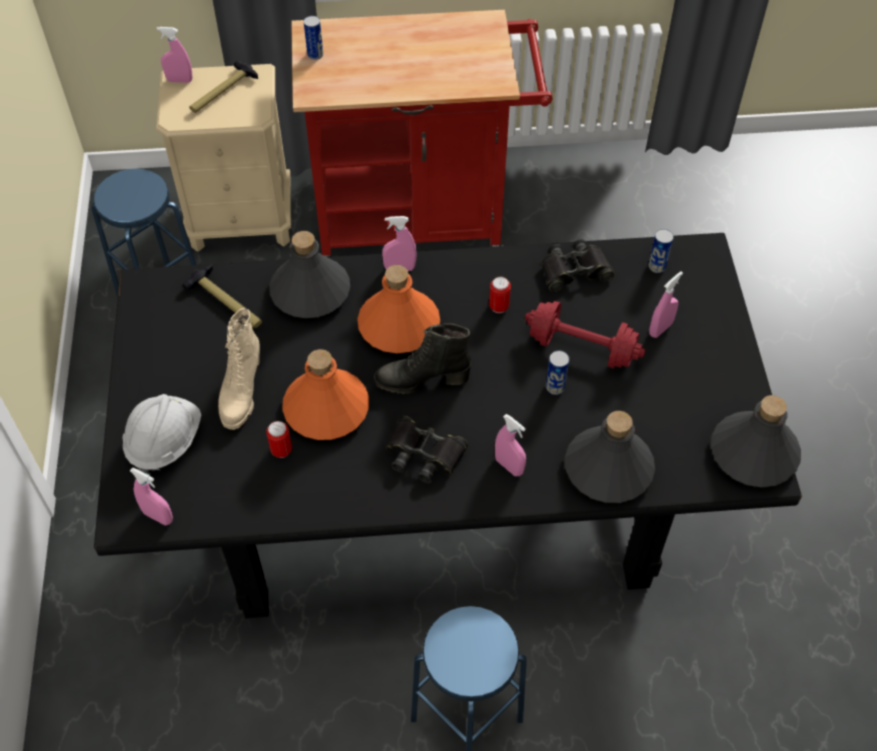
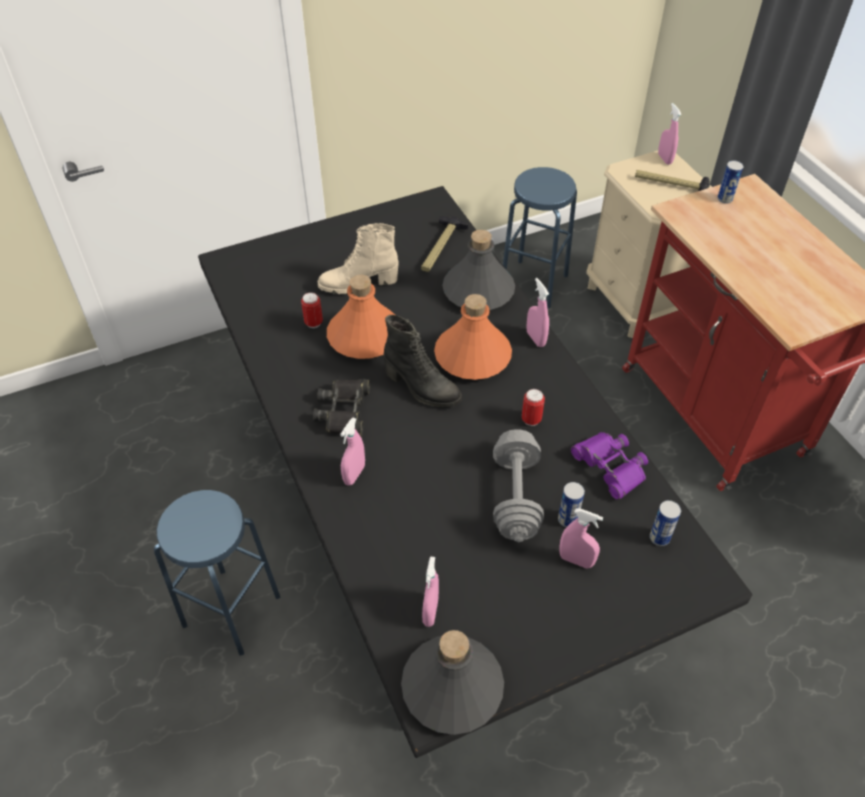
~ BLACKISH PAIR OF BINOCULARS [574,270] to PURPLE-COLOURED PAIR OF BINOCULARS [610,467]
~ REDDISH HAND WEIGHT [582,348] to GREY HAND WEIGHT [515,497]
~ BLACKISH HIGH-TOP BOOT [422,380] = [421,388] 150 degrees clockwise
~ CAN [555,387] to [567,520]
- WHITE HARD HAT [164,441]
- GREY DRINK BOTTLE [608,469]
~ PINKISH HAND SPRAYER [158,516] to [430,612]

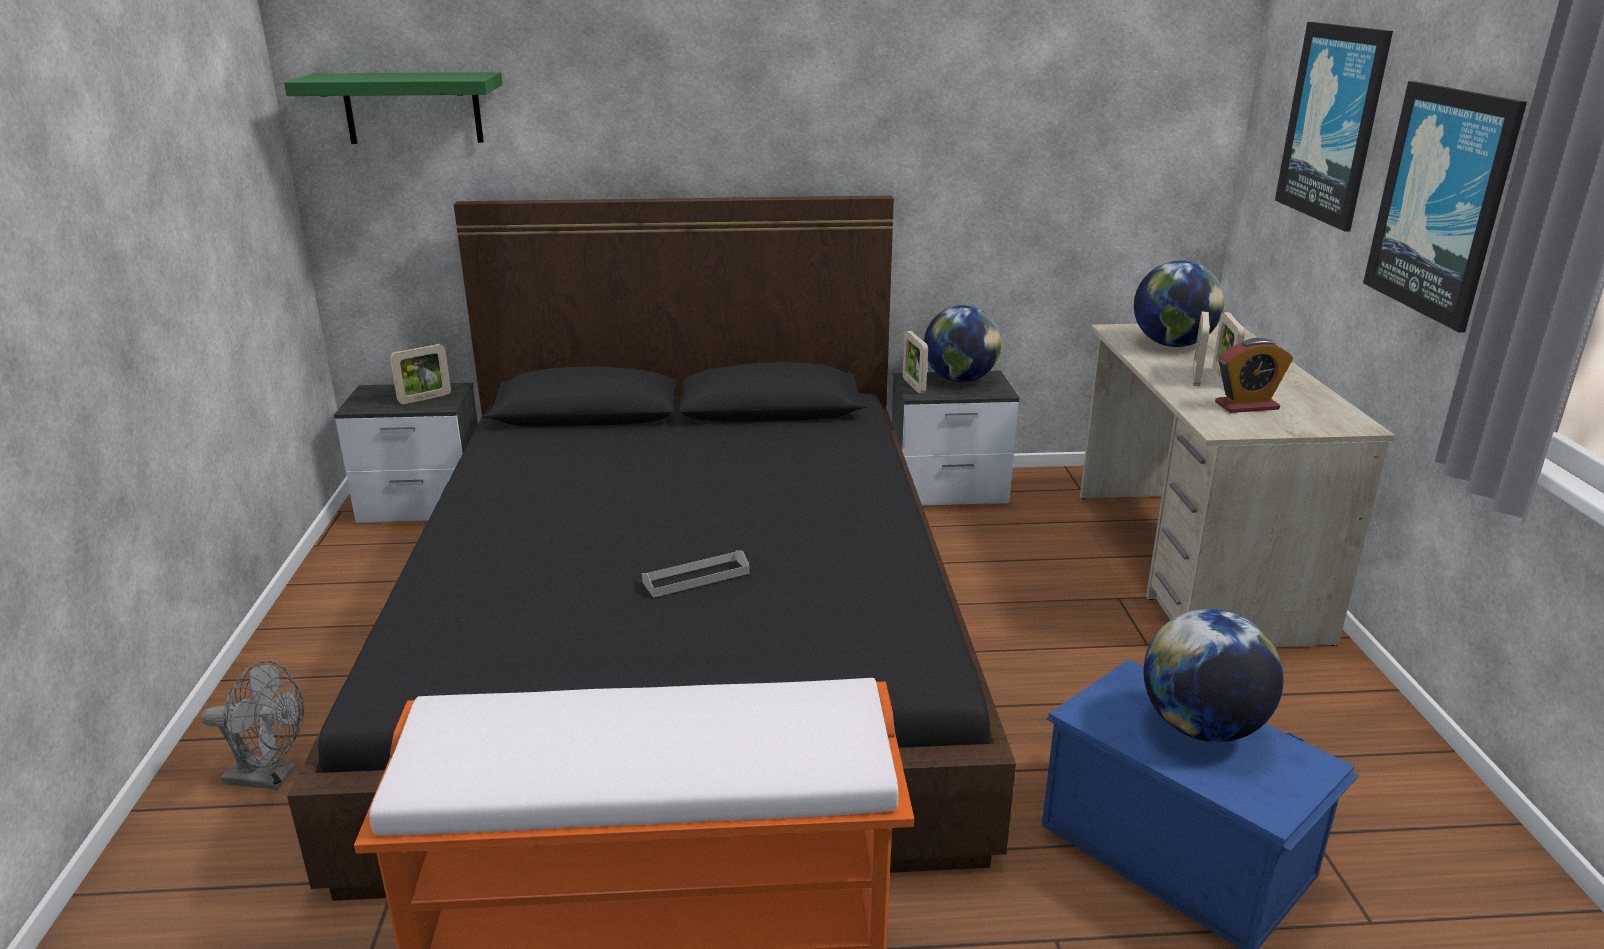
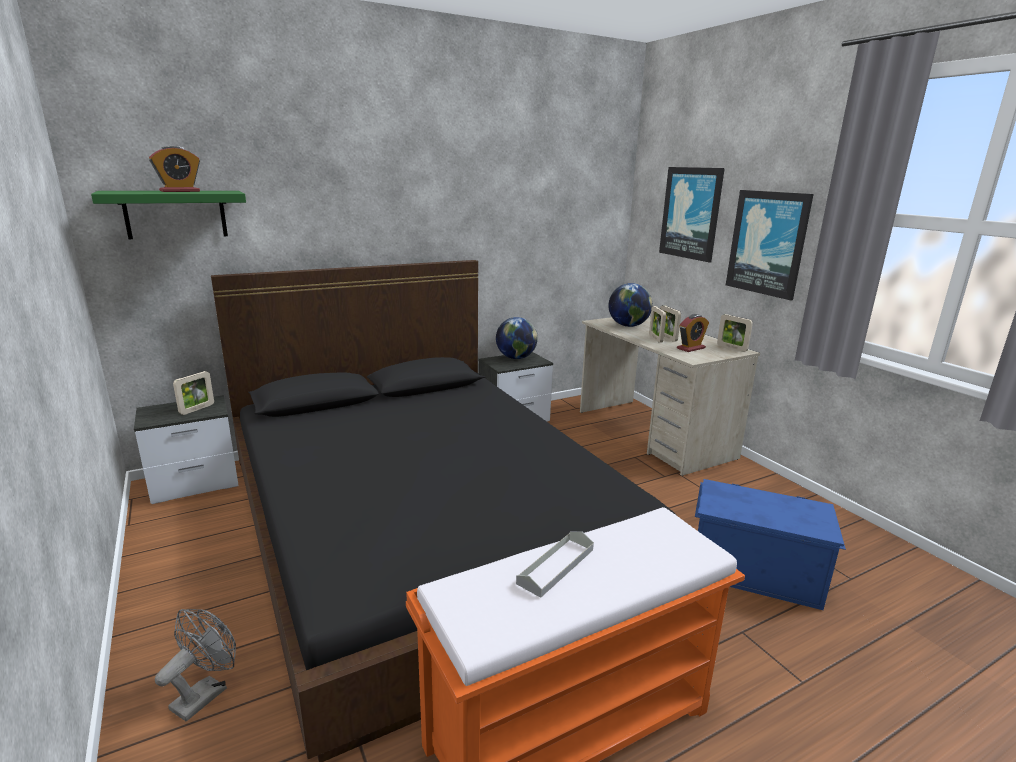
~ STANDING FRAME [913,386] to [732,348]
~ GREY CARRYING TRAY [696,577] to [556,566]
- WORLD GLOBE [1201,727]
~ GREY FAN [270,777] = [206,693] 45 degrees counterclockwise
+ TABLE CLOCK [180,191]

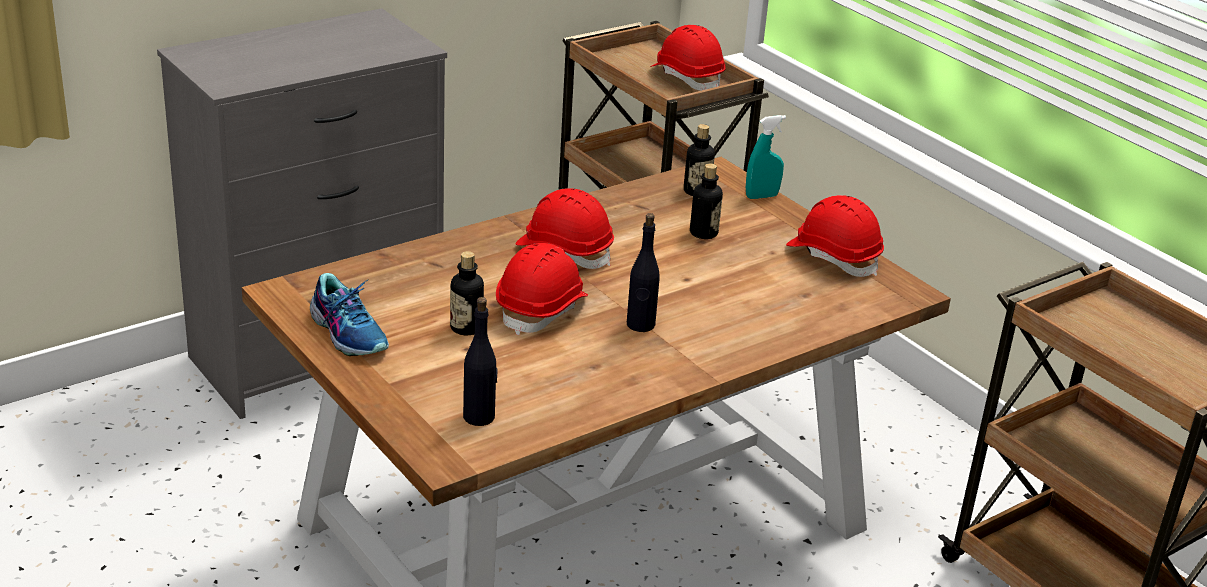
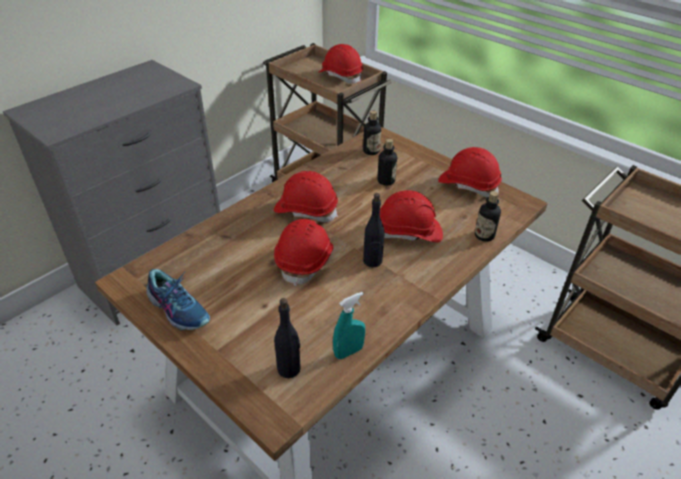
~ BLUE-GREEN HAND SPRAYER [762,196] to [348,352]
~ DRINK BOTTLE [466,328] to [484,235]
+ REDDISH HARD HAT [409,232]

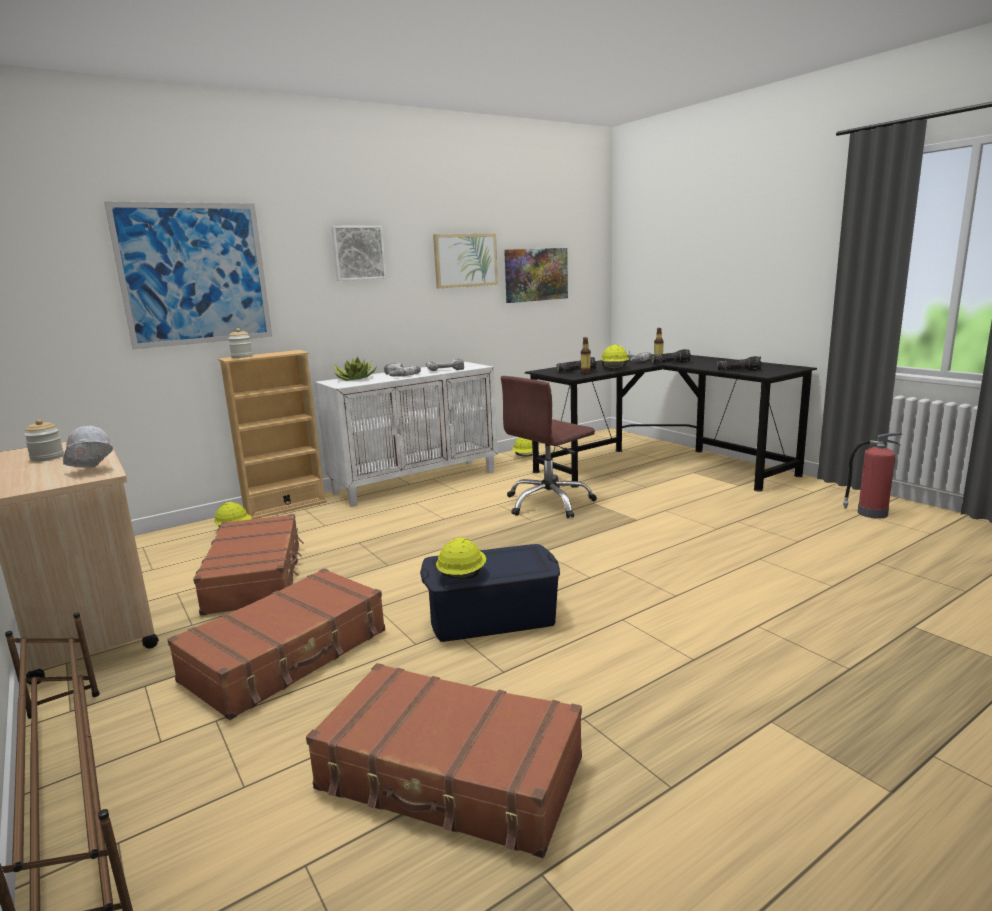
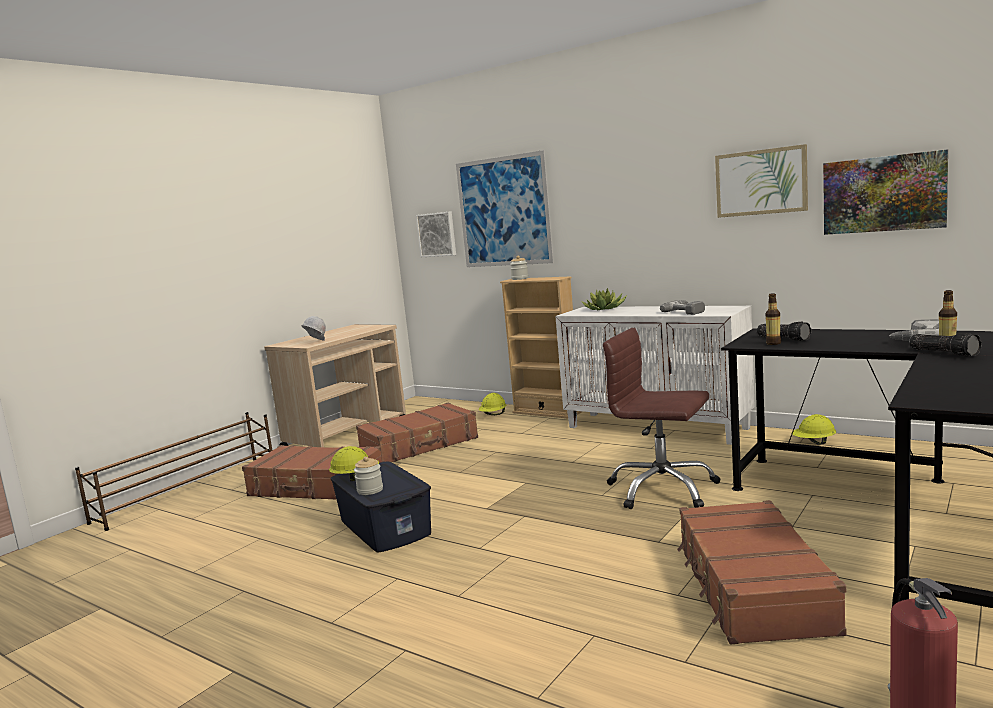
~ WALL ART [358,253] to [437,234]
- YELLOWISH HARD HAT [614,368]
- TORCH [739,370]
- POWER DRILL [396,375]
~ STORAGE JAR [47,458] to [370,490]
~ BROWN-COLOURED SUITCASE [450,776] to [751,588]

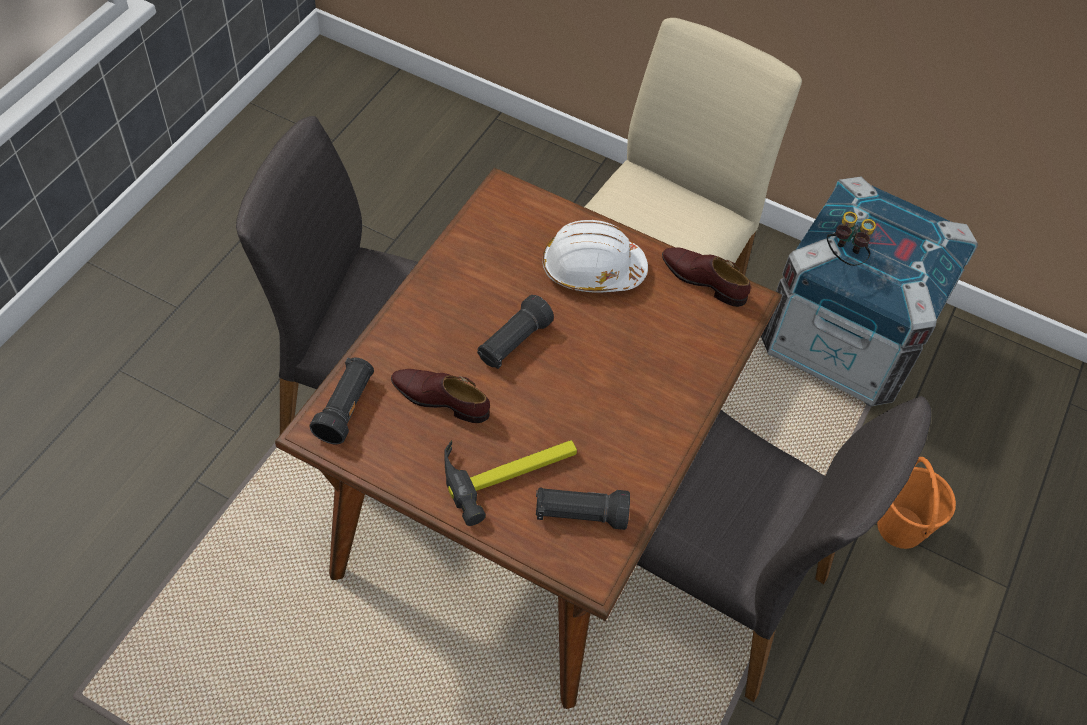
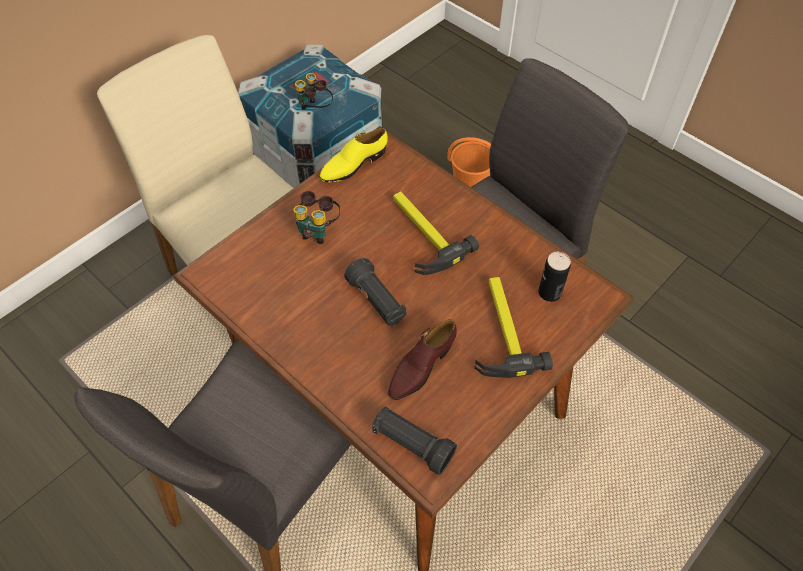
~ WHITE HARD HAT [592,269] to PAIR OF BINOCULARS [318,230]
~ BROWN-COLOURED SHOE [703,280] to YELLOWISH SHOE [353,164]
~ BLACKISH TORCH [580,514] to CAN [549,293]
+ TOOL HAMMER [421,234]

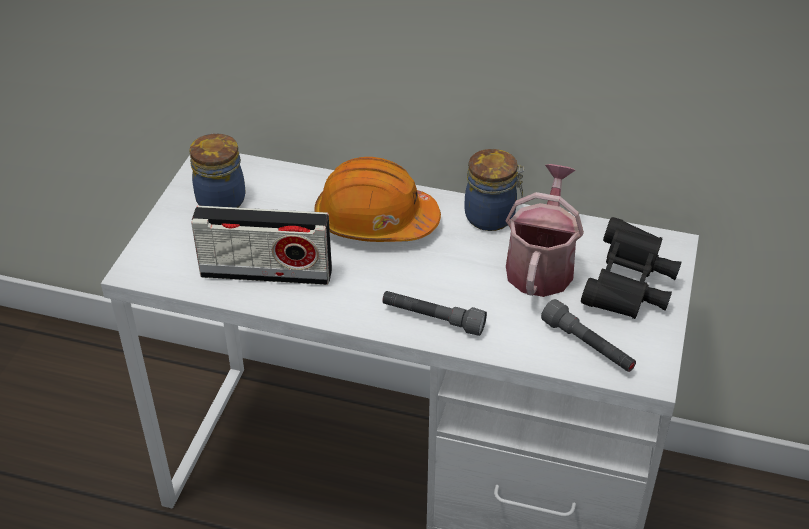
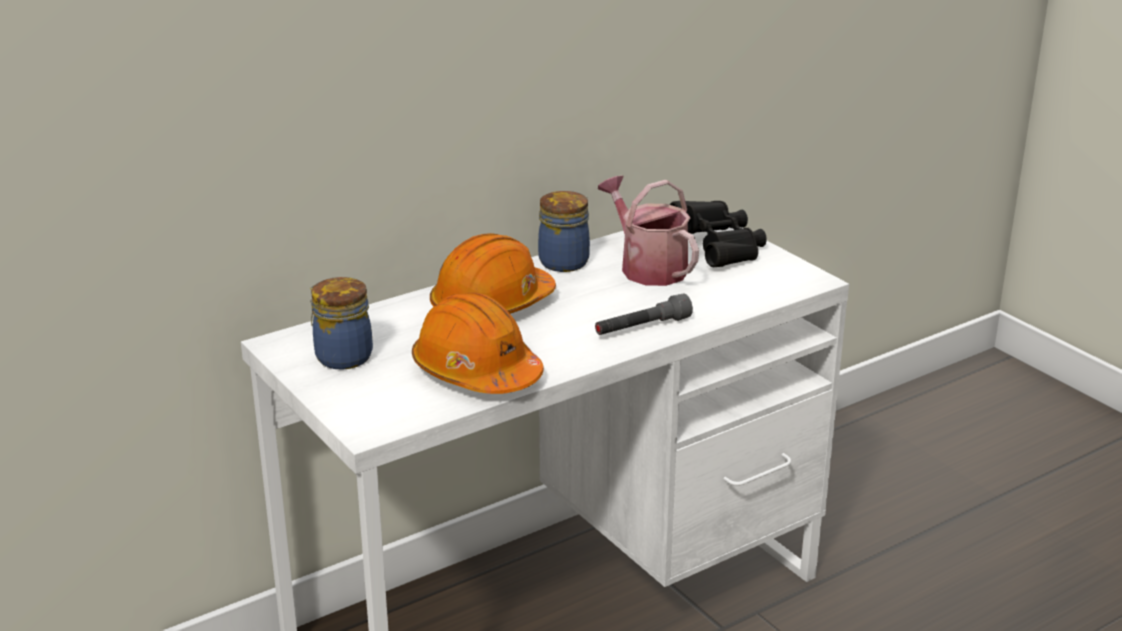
~ RADIO RECEIVER [266,273] to ORANGE-COLOURED HARD HAT [476,372]
- GREY TORCH [588,346]

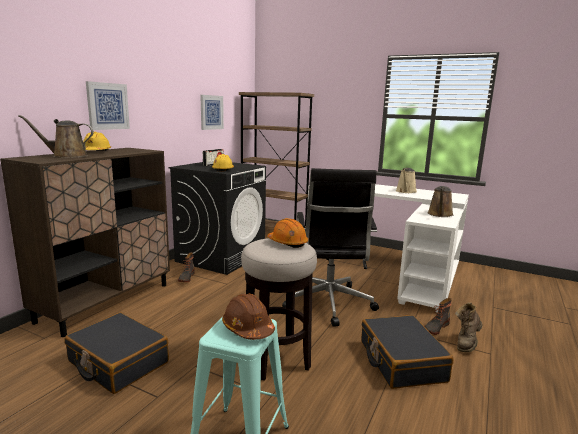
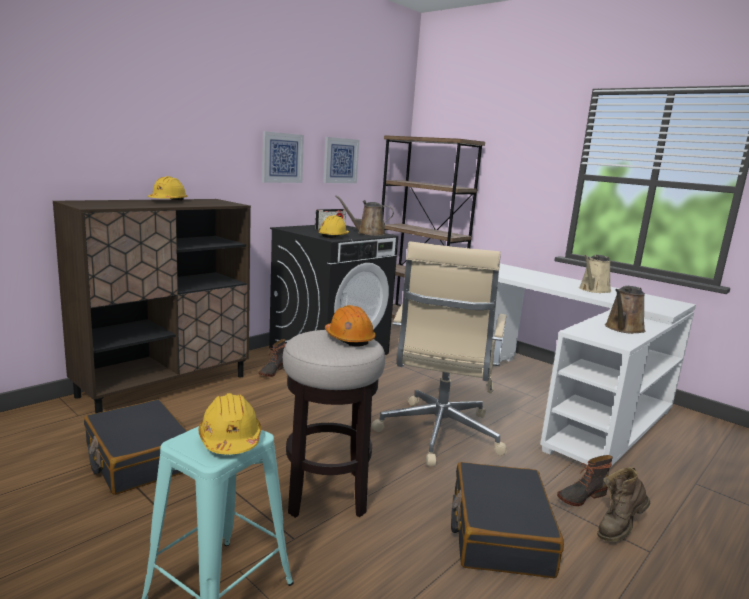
~ WALL ART [107,106] to [282,158]
~ BROWN-COLOURED WATERING CAN [66,156] to [368,233]
~ BLACKISH COMPUTER CHAIR [329,304] to BEIGE COMPUTER CHAIR [438,435]
~ BROWN-COLOURED HARD HAT [248,328] to YELLOWISH HARD HAT [230,439]

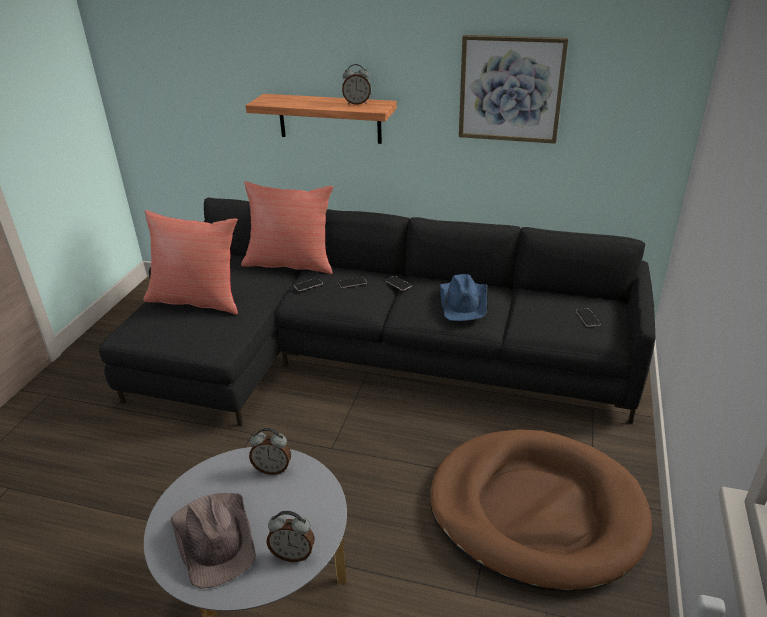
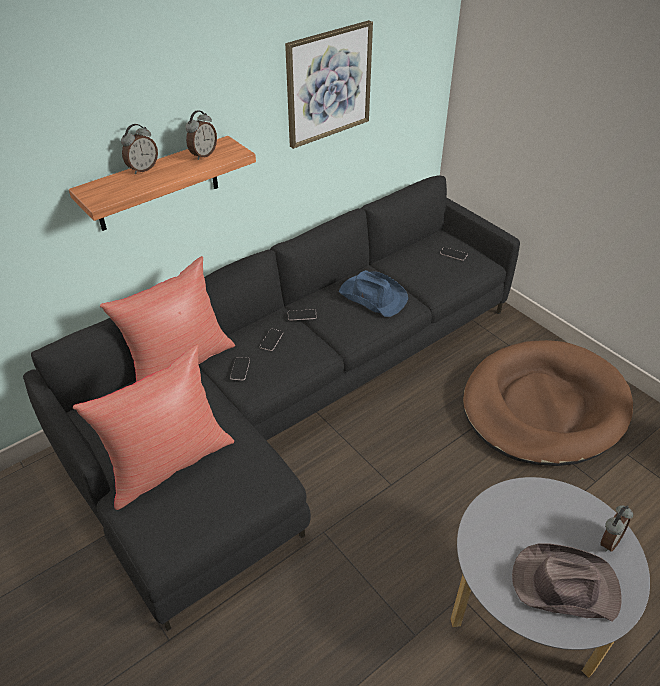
~ TABLE CLOCK [273,469] to [142,169]

